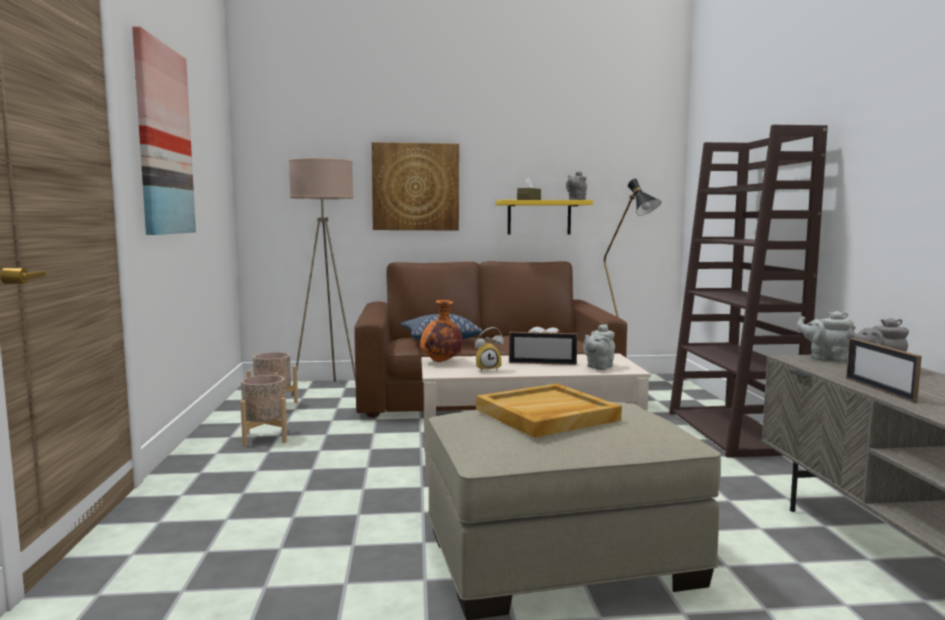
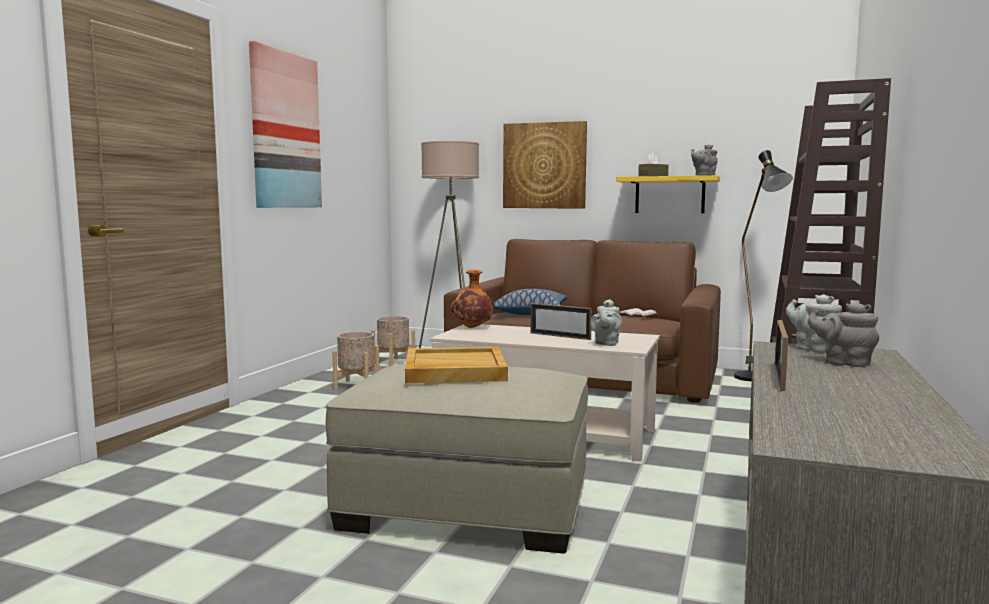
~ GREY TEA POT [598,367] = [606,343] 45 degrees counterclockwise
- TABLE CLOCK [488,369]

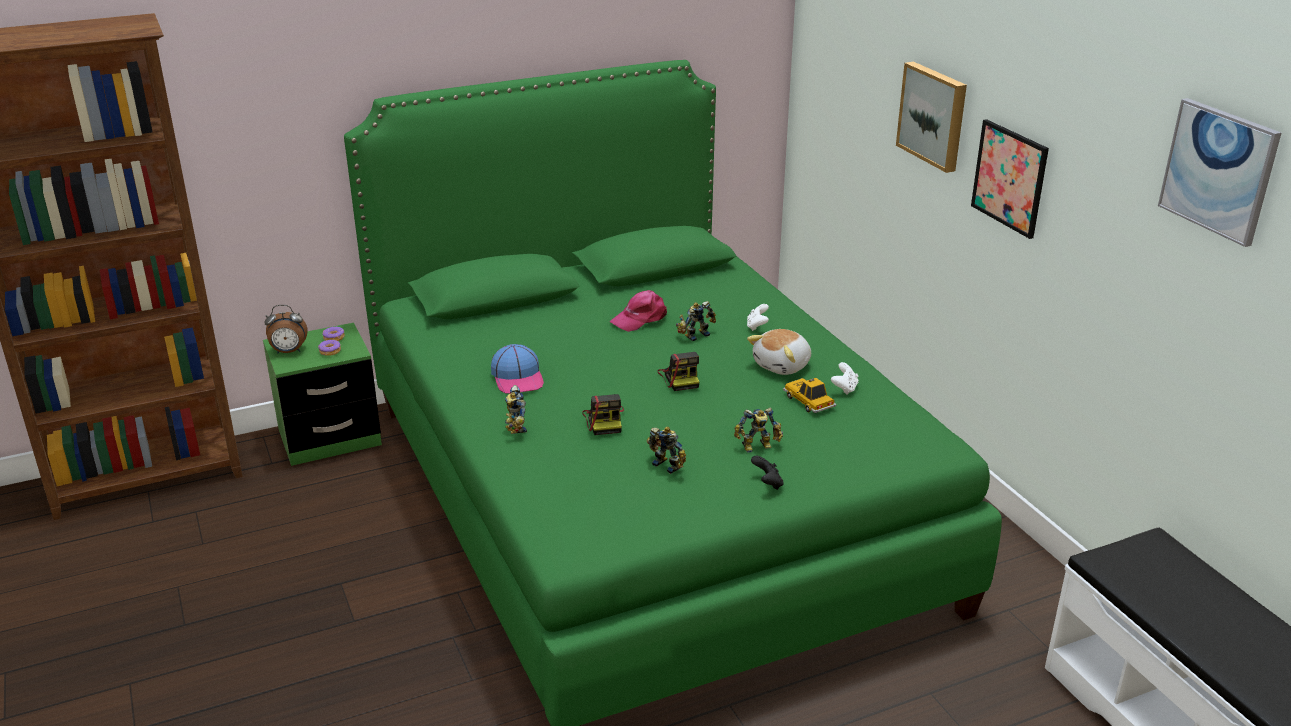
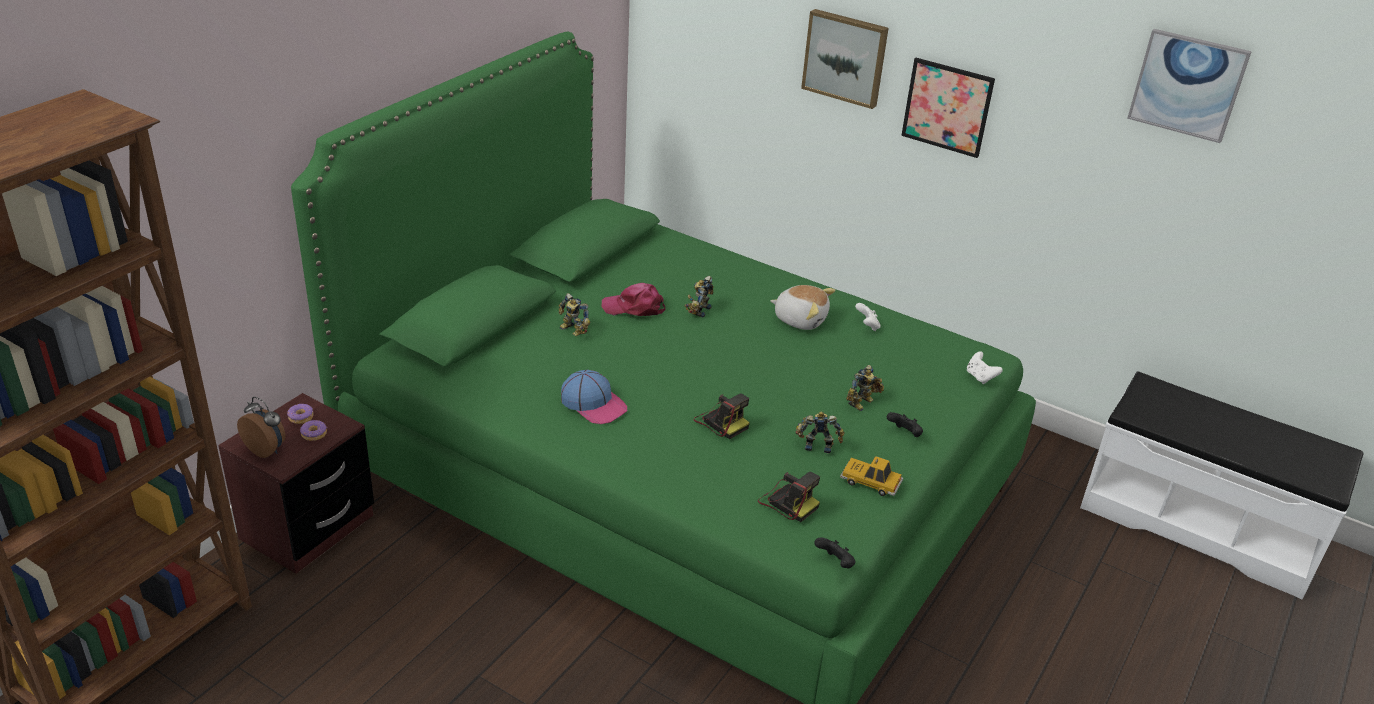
~ PINKISH PEAKED CAP [640,318] = [634,307] 75 degrees clockwise
~ WHITE GAMEPAD [757,326] to [980,377]
~ TABLE CLOCK [289,352] = [267,449] 105 degrees counterclockwise
~ GREEN-COLOURED BEDSIDE TABLE [329,438] to BROWN-COLOURED BEDSIDE TABLE [307,527]
~ SOFT TOY [783,366] = [800,319] 75 degrees counterclockwise
~ STILL CAMERA [680,378] to [787,502]
~ MODEL CAR [808,401] to [870,482]
~ MODEL ROBOT [514,427] to [572,331]
+ BLACKISH GAMEPAD [835,563]

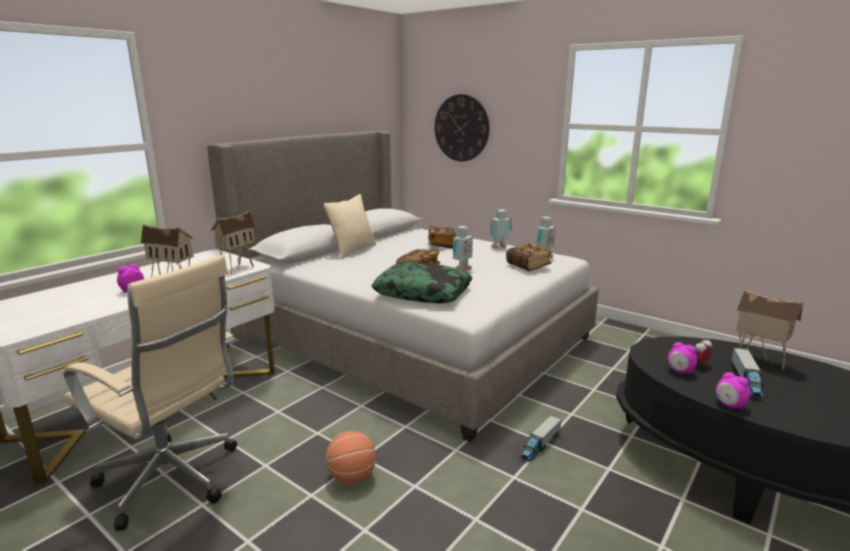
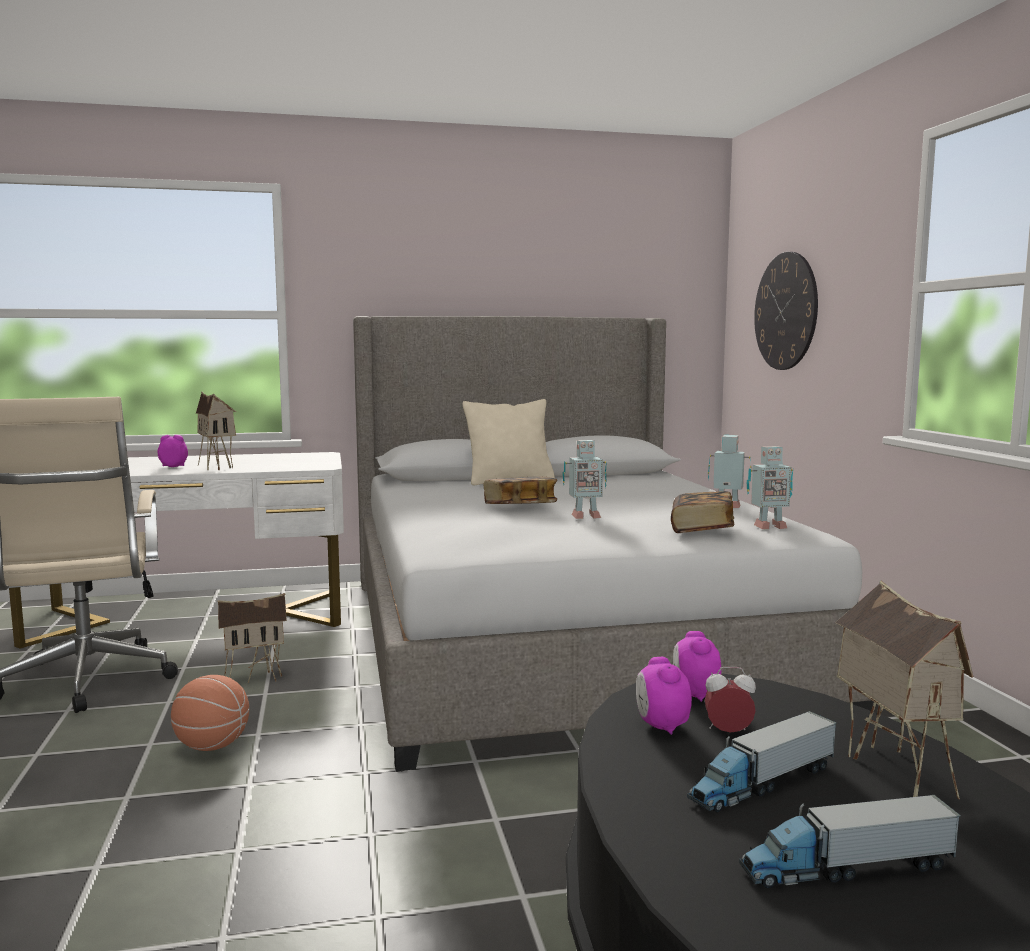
~ TOY HOUSE [237,268] to [255,678]
- BOOK [442,244]
- PILLOW [423,292]
~ TABLE CLOCK [729,405] to [695,694]
~ TOY LORRY [540,445] to [846,867]

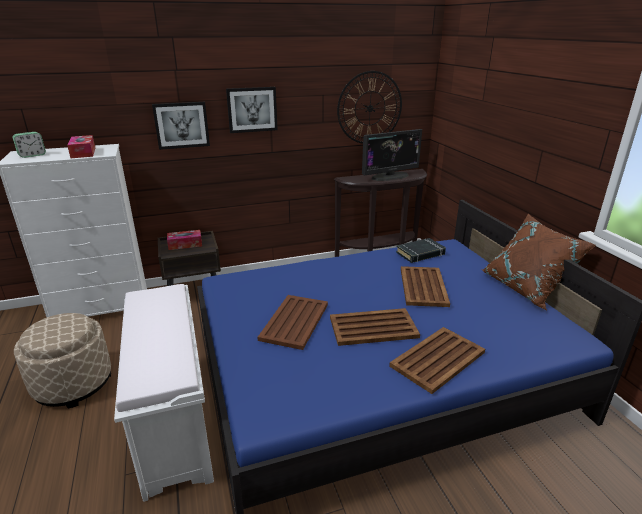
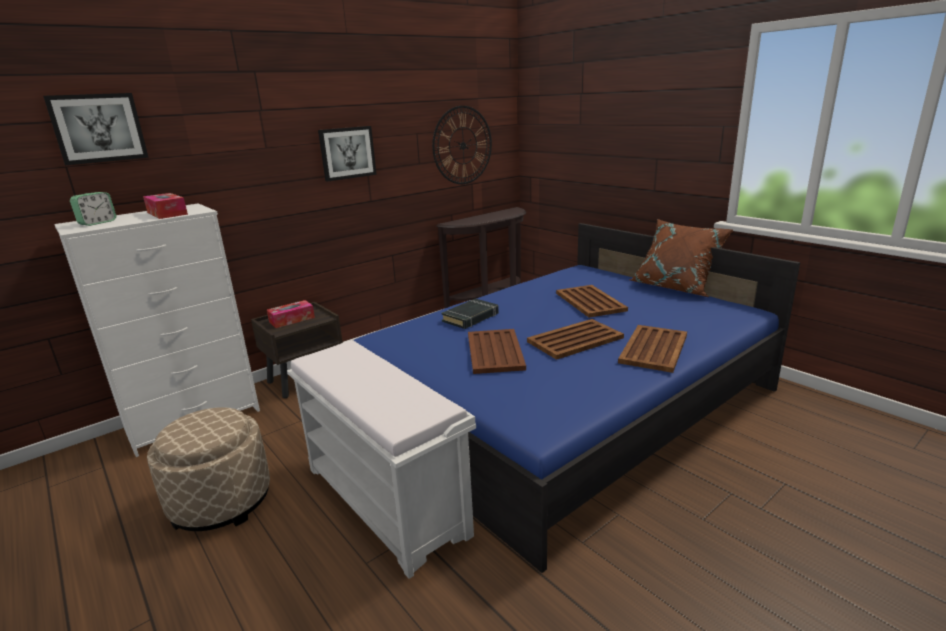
~ WALL ART [181,125] to [98,128]
- MONITOR [390,176]
~ BLACKISH BOOK [420,253] to [471,317]

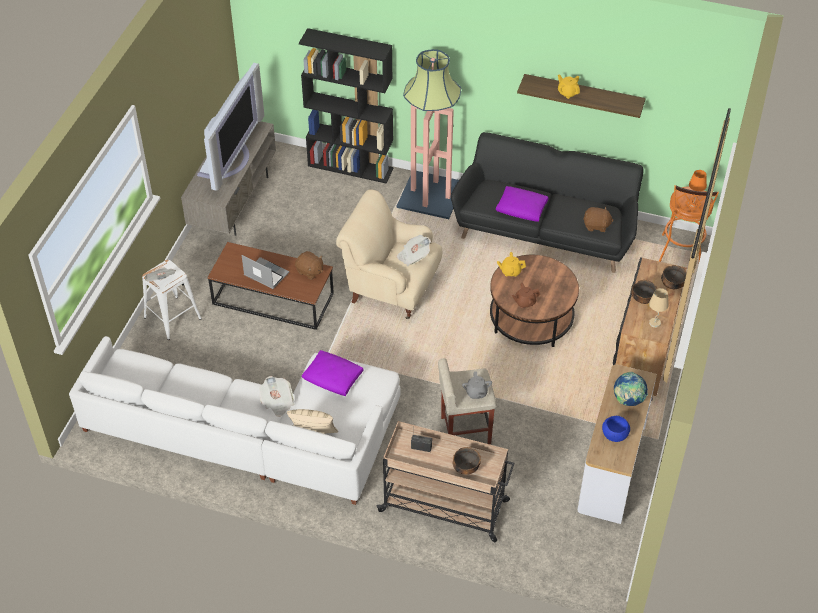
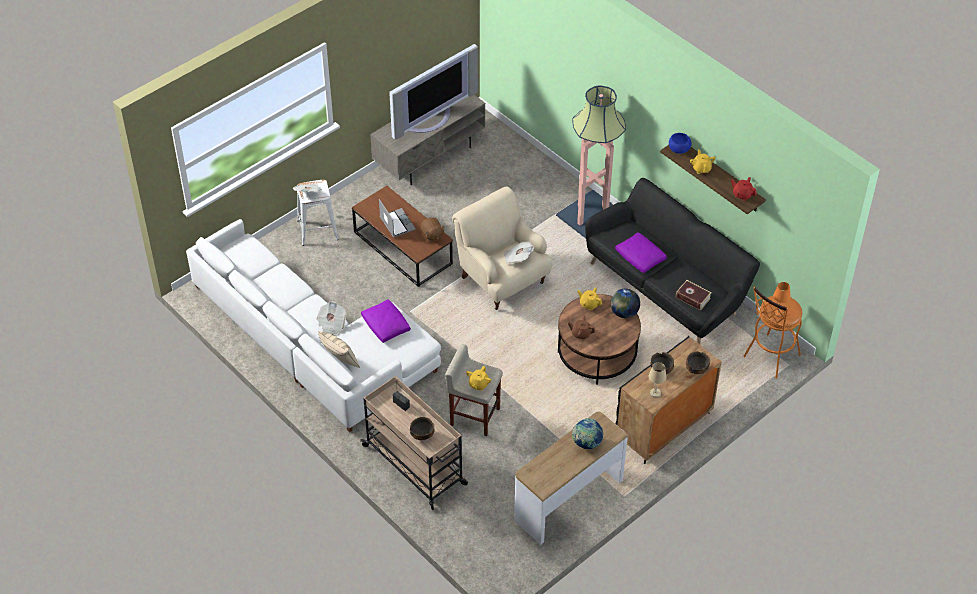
- BLACKISH SHELVING UNIT [351,167]
~ BROWN-COLOURED SOFT TOY [596,226] to BOOK [693,298]
~ GREY TEA POT [476,393] to YELLOWISH TEA POT [478,384]
~ BLUE-COLOURED DEEP DISH [614,434] to [679,149]
+ REDDISH TEA POT [742,195]
+ WORLD GLOBE [624,313]

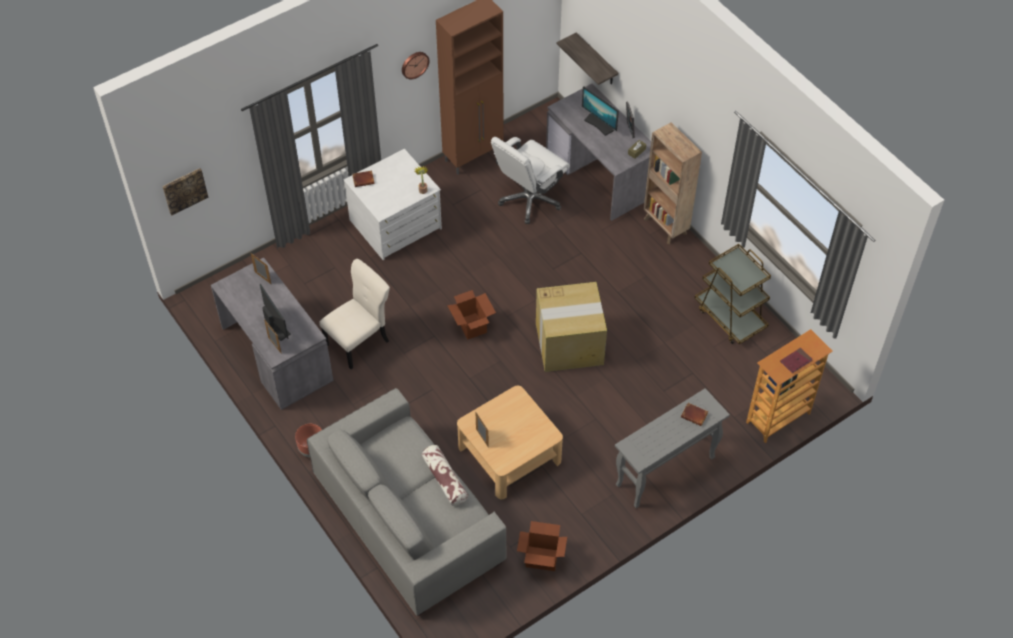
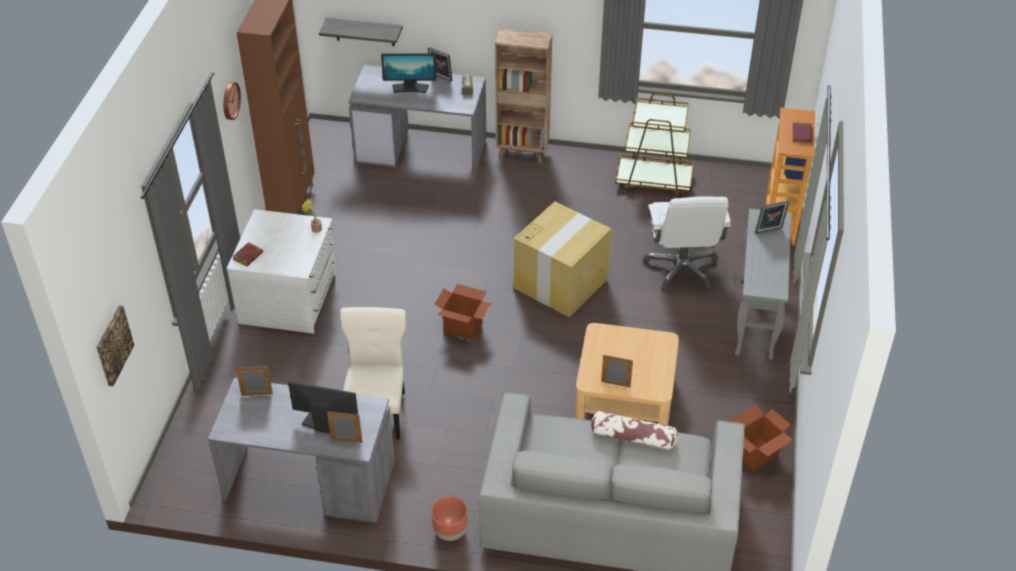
~ WHITE COMPUTER CHAIR [529,200] to [682,268]
~ BROWN-COLOURED BOOK [695,415] to STANDING FRAME [769,231]

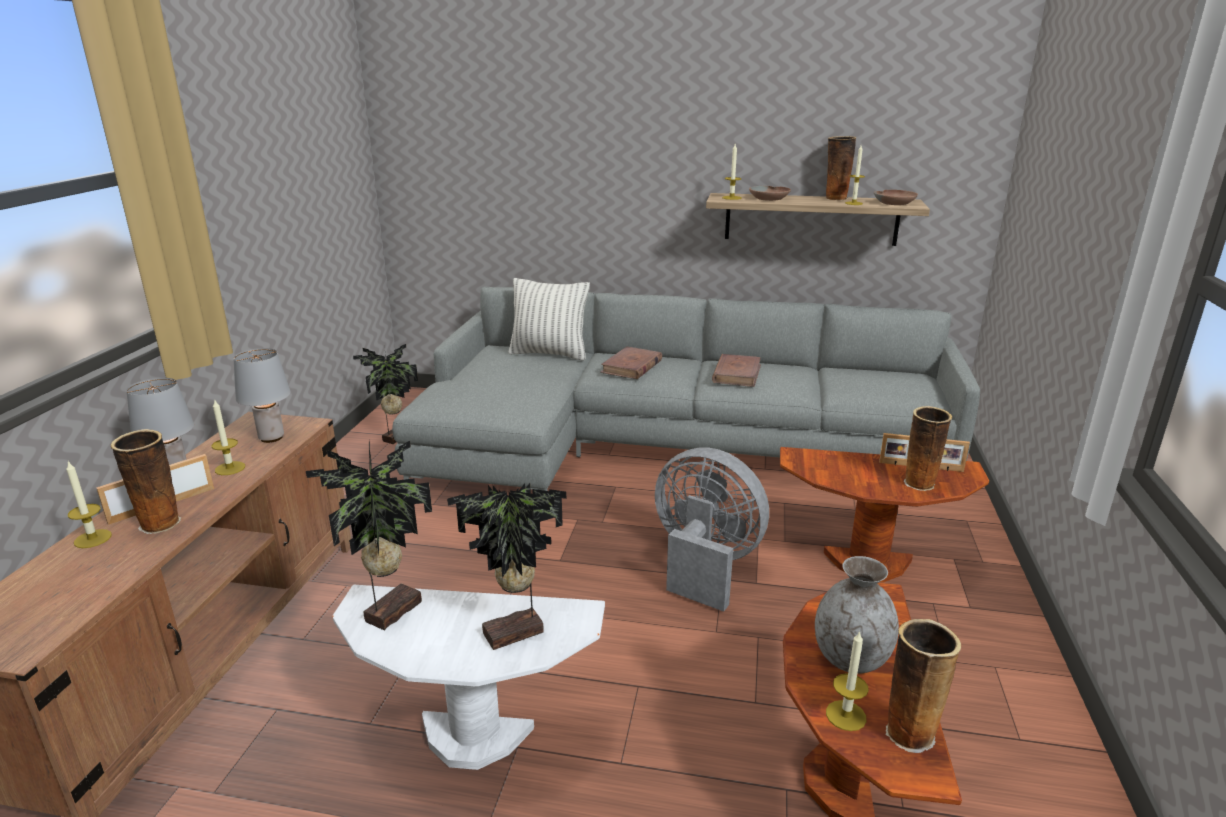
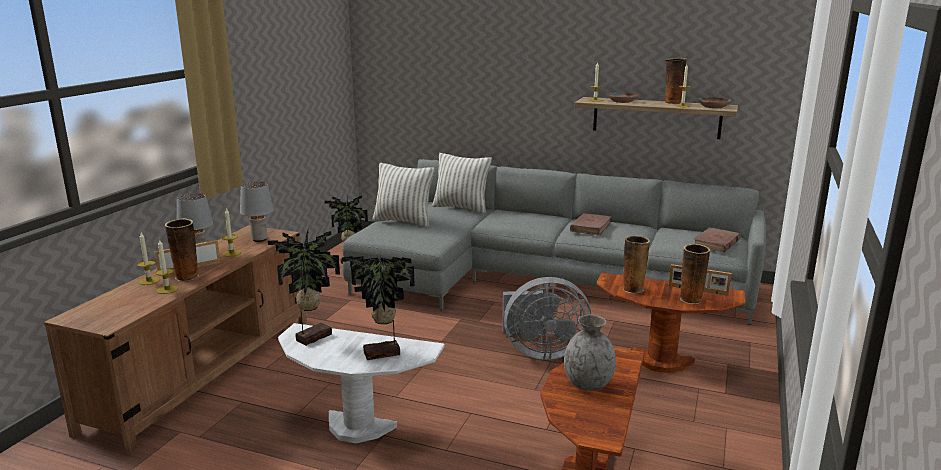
~ BROWN-COLOURED BOOK [631,367] to [716,243]
~ GREY FAN [704,564] = [541,352] 135 degrees clockwise
~ VASE [909,732] to [633,289]
~ CANDLE [846,715] to [167,289]
+ PILLOW [403,221]

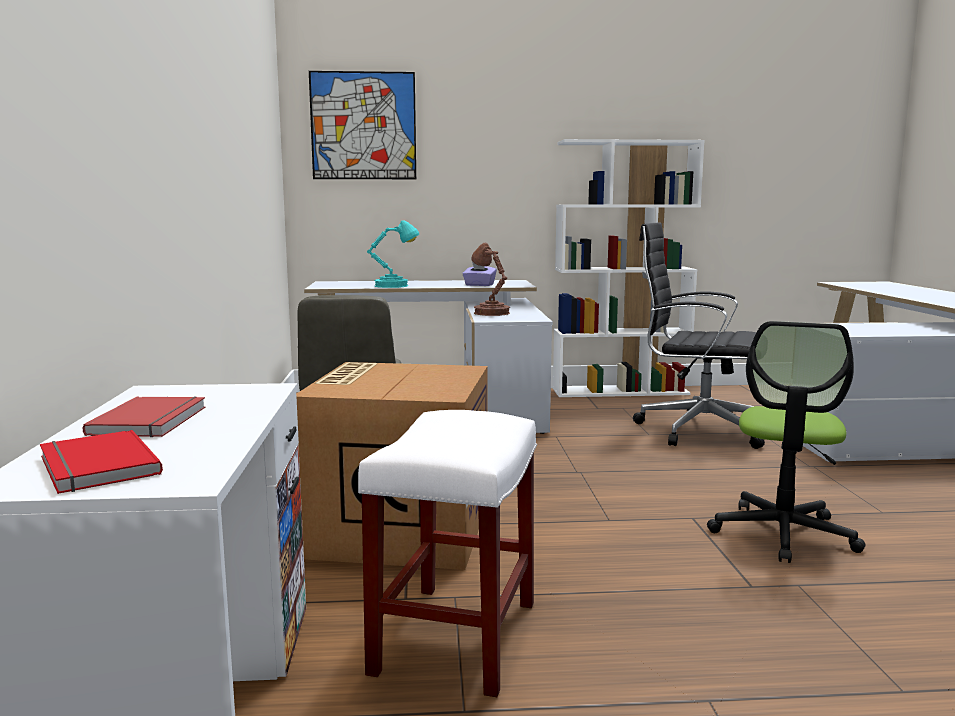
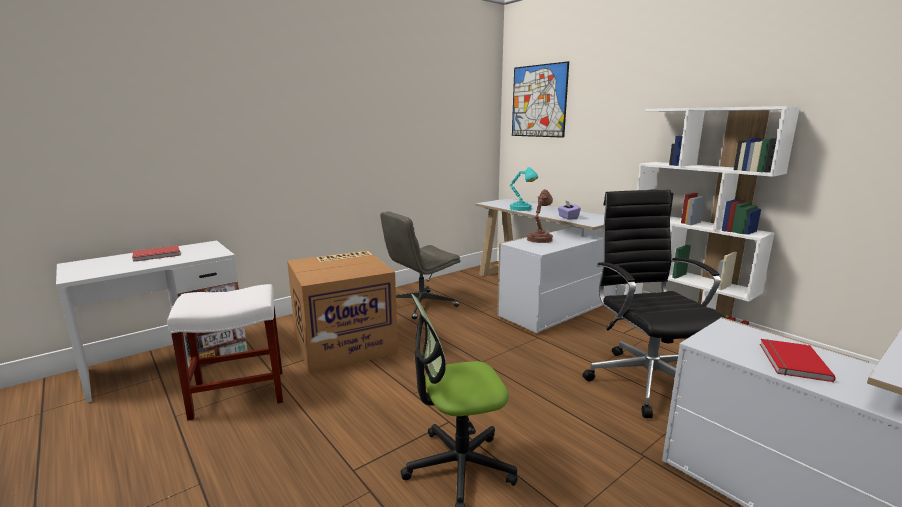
~ REDDISH BOOK [94,466] to [791,362]

